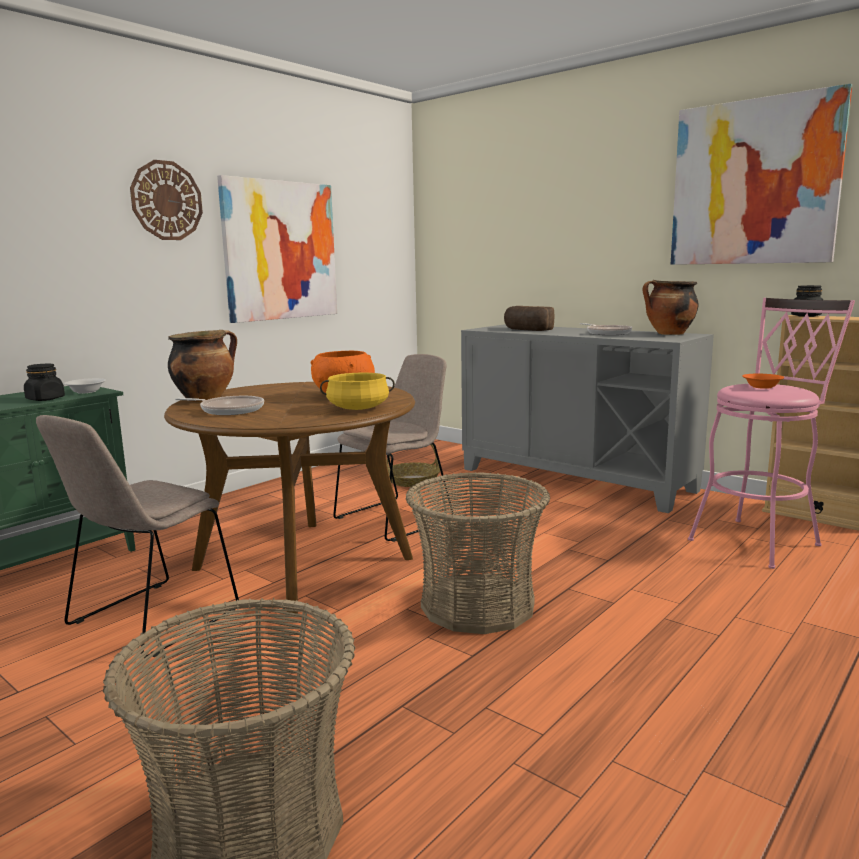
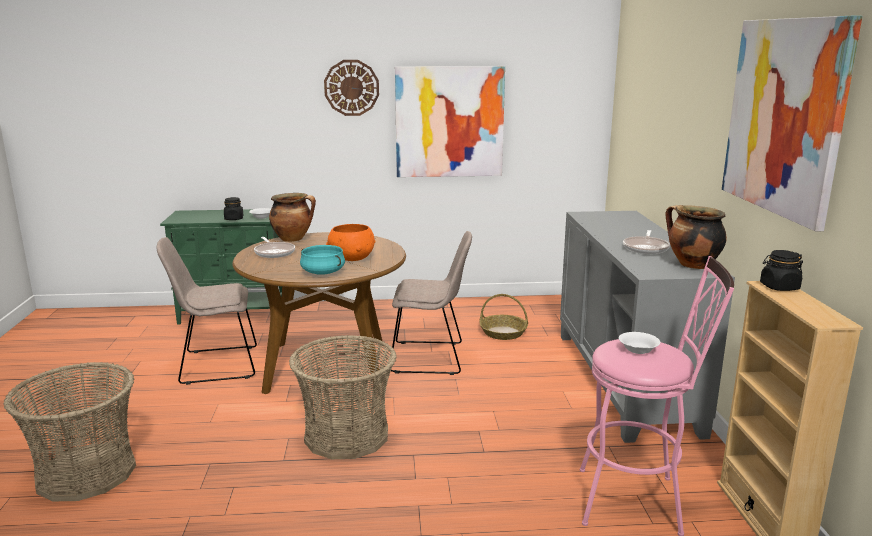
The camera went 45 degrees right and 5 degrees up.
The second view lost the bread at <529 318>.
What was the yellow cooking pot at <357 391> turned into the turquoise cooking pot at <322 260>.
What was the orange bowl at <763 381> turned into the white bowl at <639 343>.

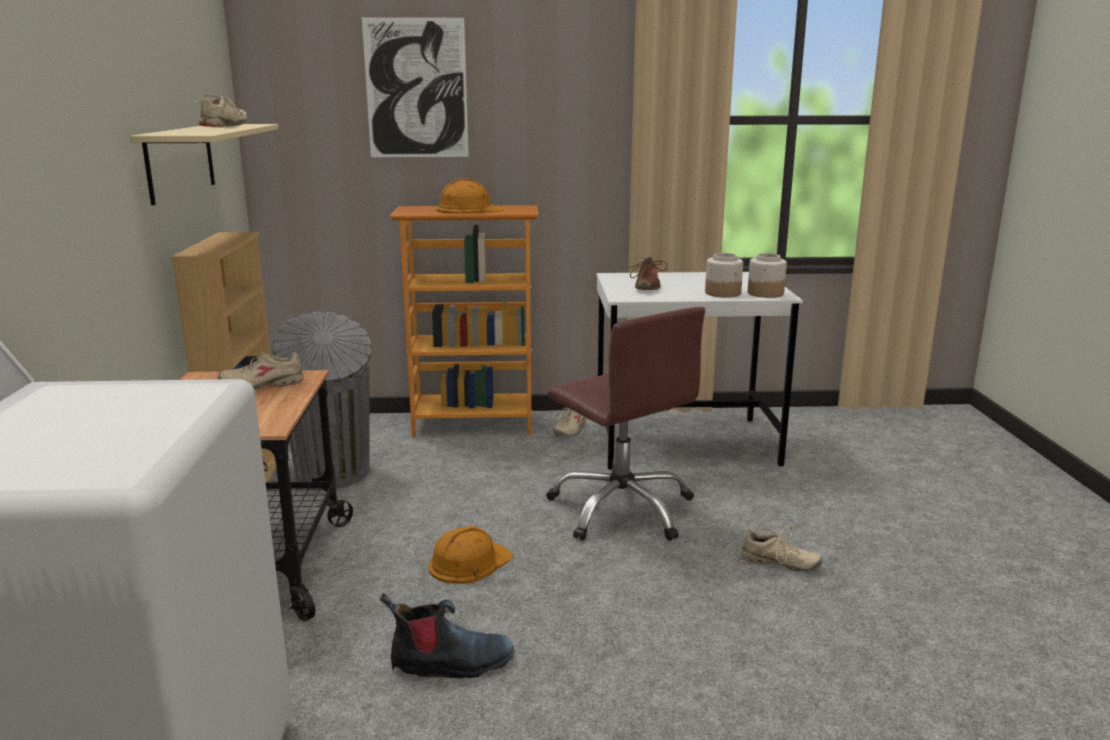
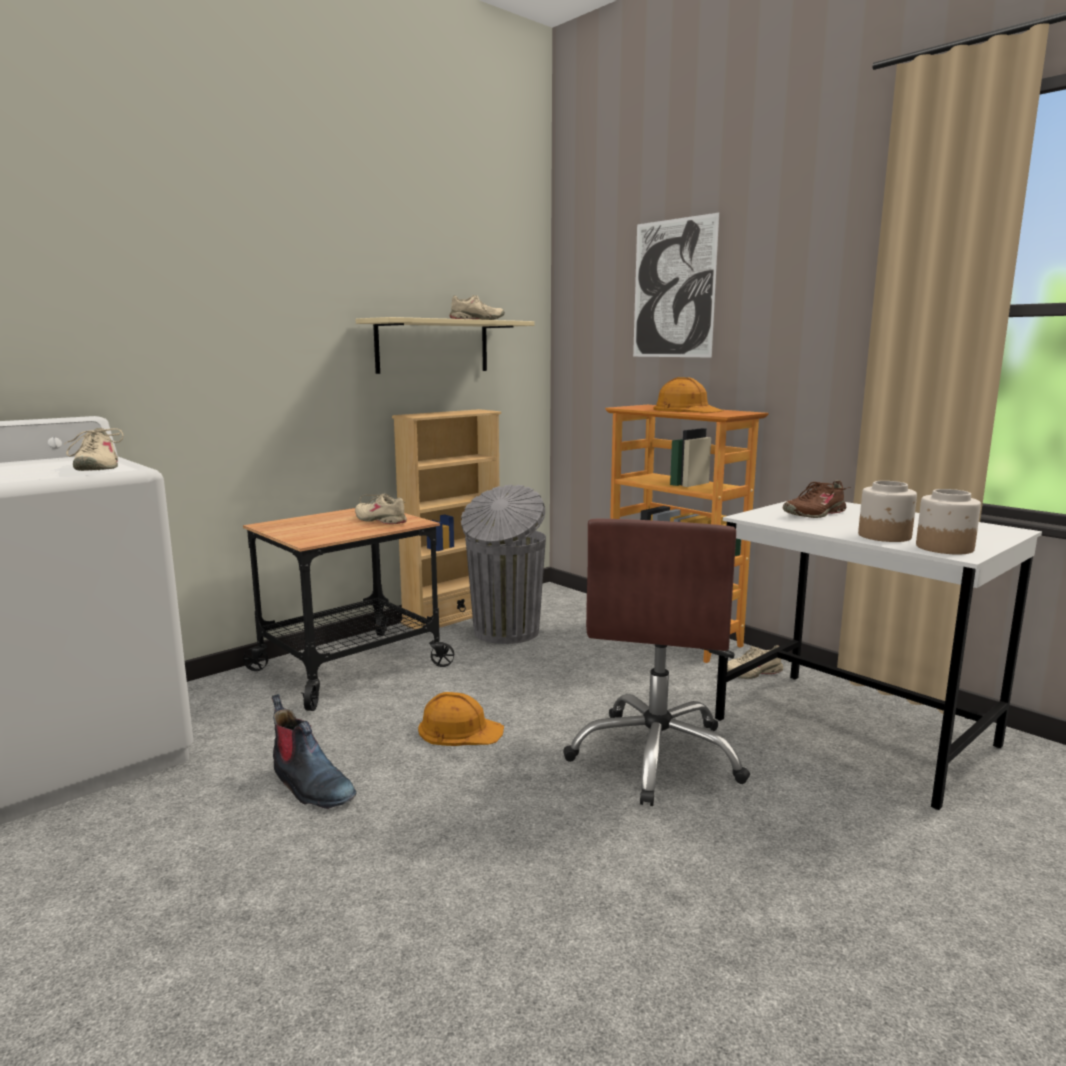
The camera went 50 degrees right and 5 degrees down.
The beige shoe ended up elsewhere, having gone from <781 548> to <94 449>.

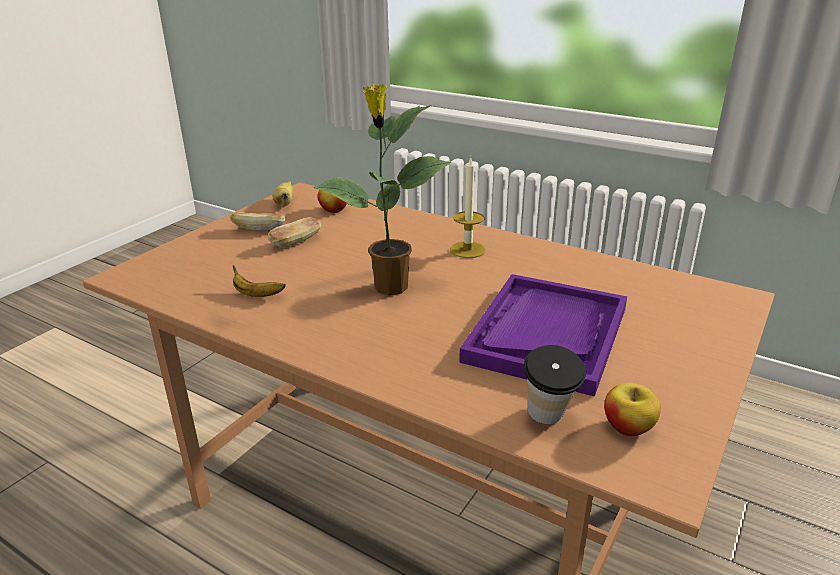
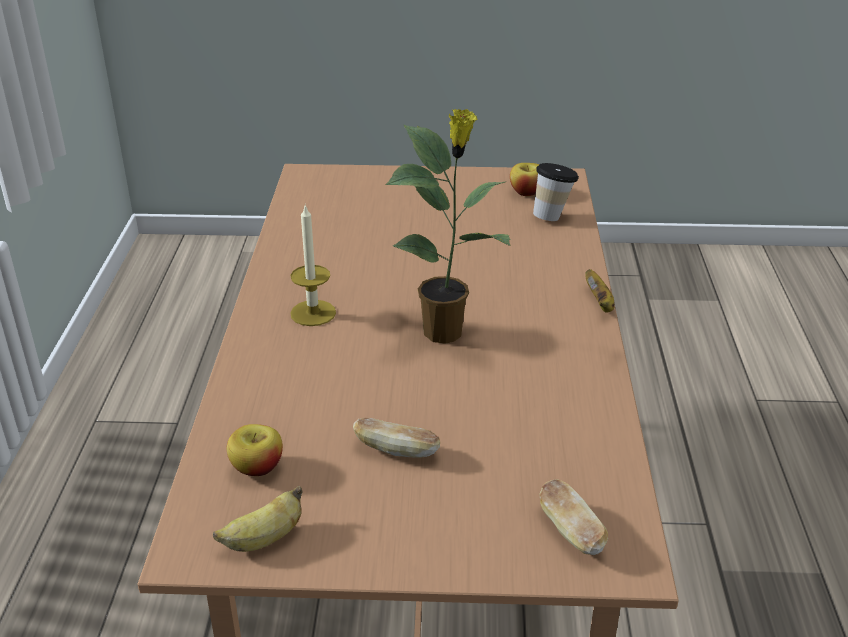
The camera went 120 degrees left and 5 degrees up.
The second view lost the purple tray at <543 335>.
The bread ended up elsewhere, having gone from <257 221> to <573 517>.
The banana ended up elsewhere, having gone from <259 281> to <600 291>.

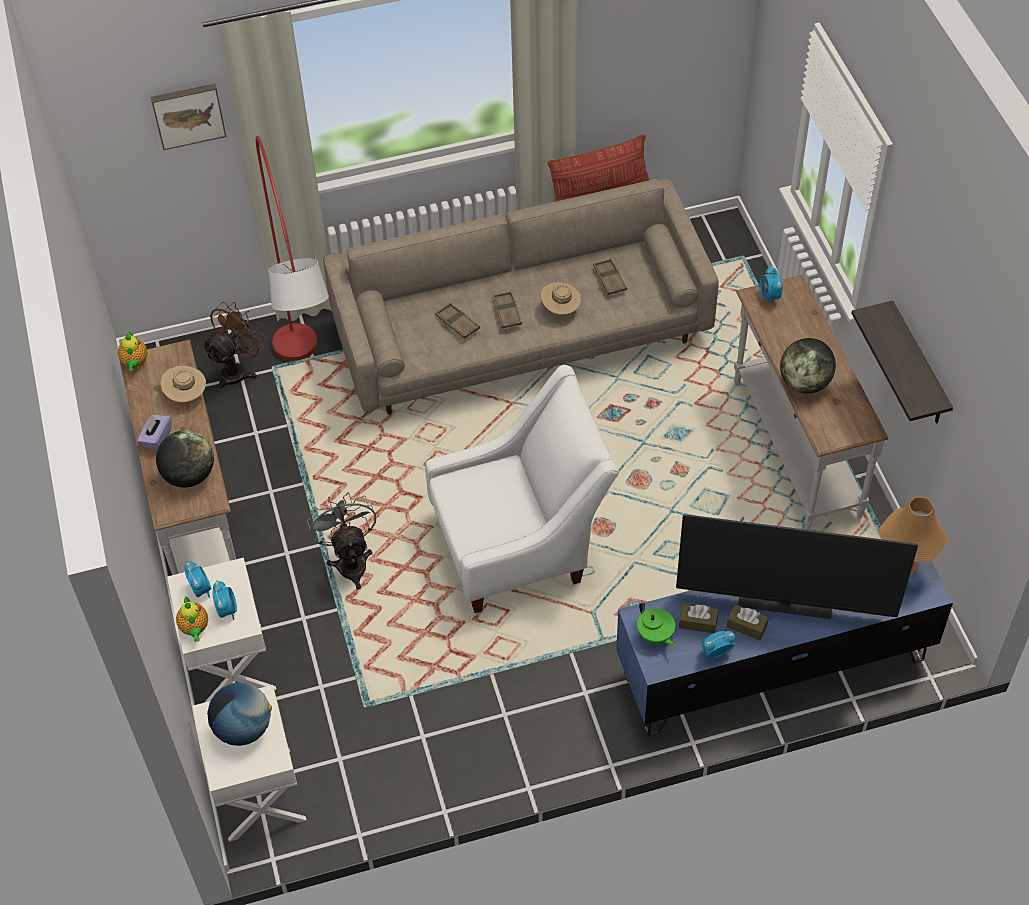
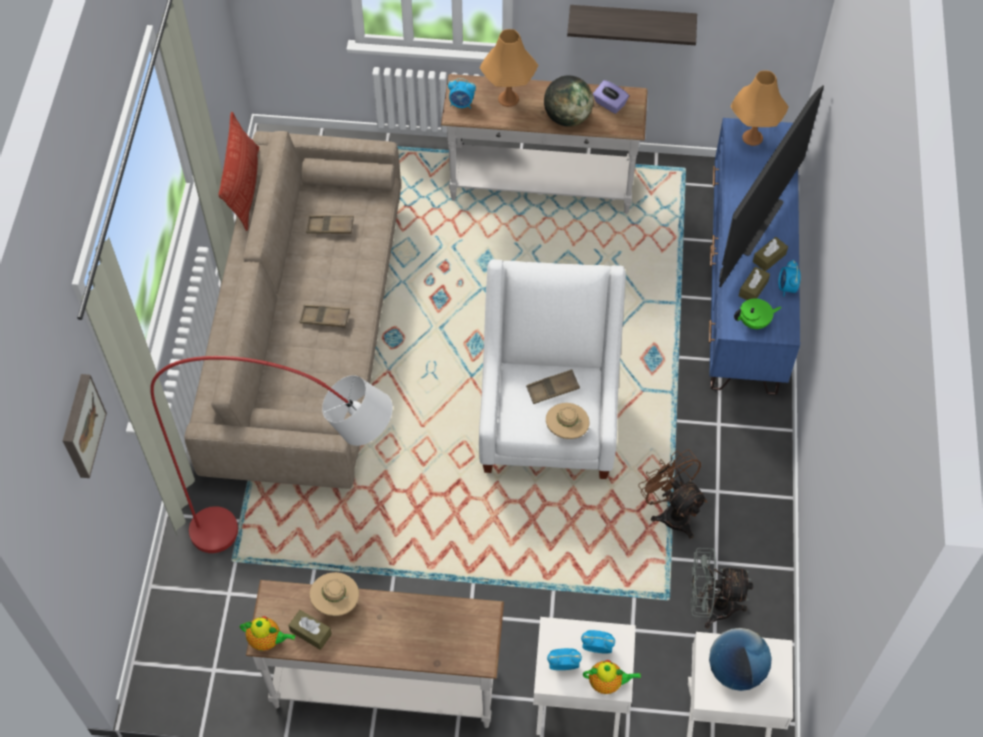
The camera went 70 degrees left and 5 degrees up.
The second view lost the globe at <185 458>.
The second view gained the brown tissue box at <310 630>.
The second view gained the orange table lamp at <509 68>.
The purple tissue box ended up elsewhere, having gone from <154 433> to <611 97>.
The brown fan ended up elsewhere, having gone from <234 347> to <672 494>.
The grey fan ended up elsewhere, having gone from <341 541> to <721 588>.
The brown tray ended up elsewhere, having gone from <457 321> to <553 386>.
The beige hat ended up elsewhere, having gone from <561 298> to <567 421>.

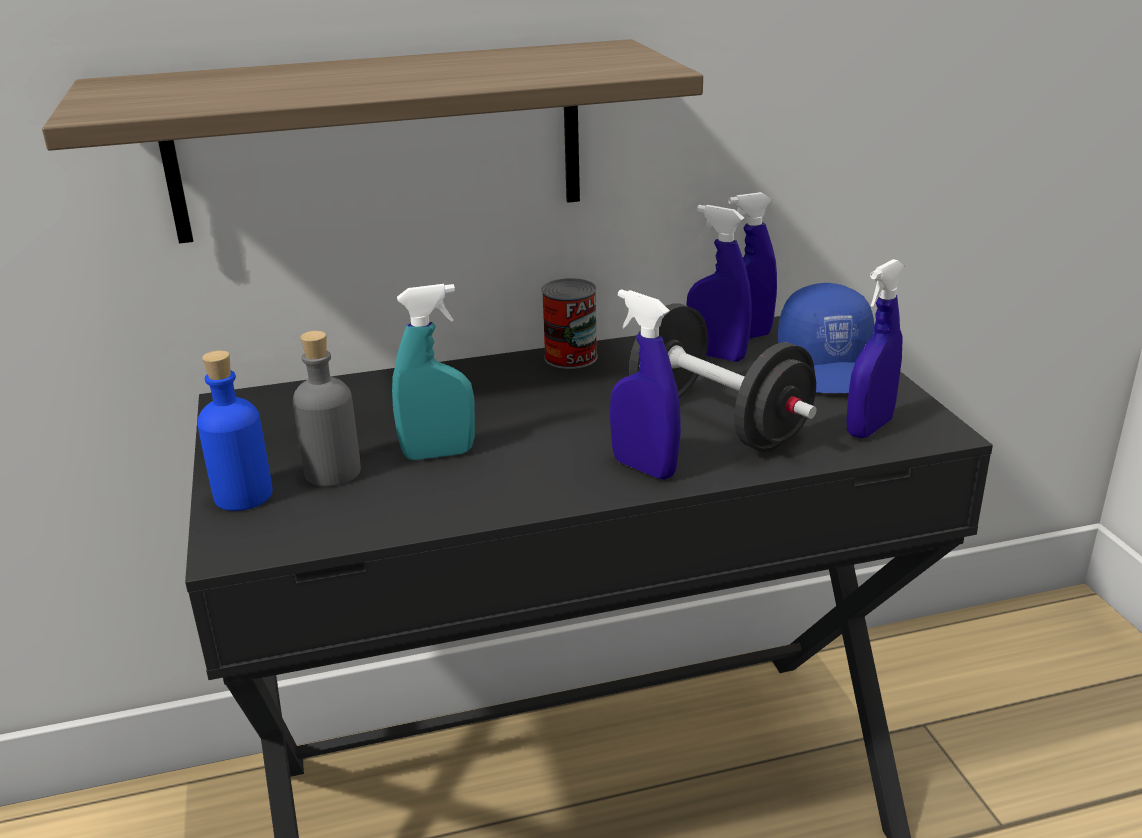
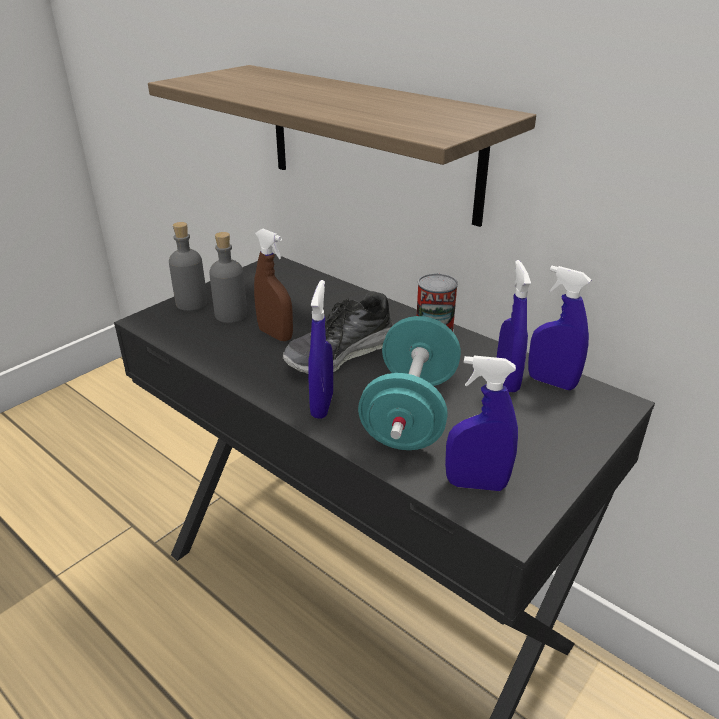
The camera went 55 degrees right and 5 degrees up.
The second view lost the blue cap at <825 338>.
The second view gained the shoe at <338 332>.
What was the blue bottle at <235 430> turned into the grey bottle at <188 266>.
What was the turquoise spray bottle at <433 372> turned into the brown spray bottle at <273 285>.
What was the black dumbbell at <723 377> turned into the turquoise dumbbell at <409 383>.

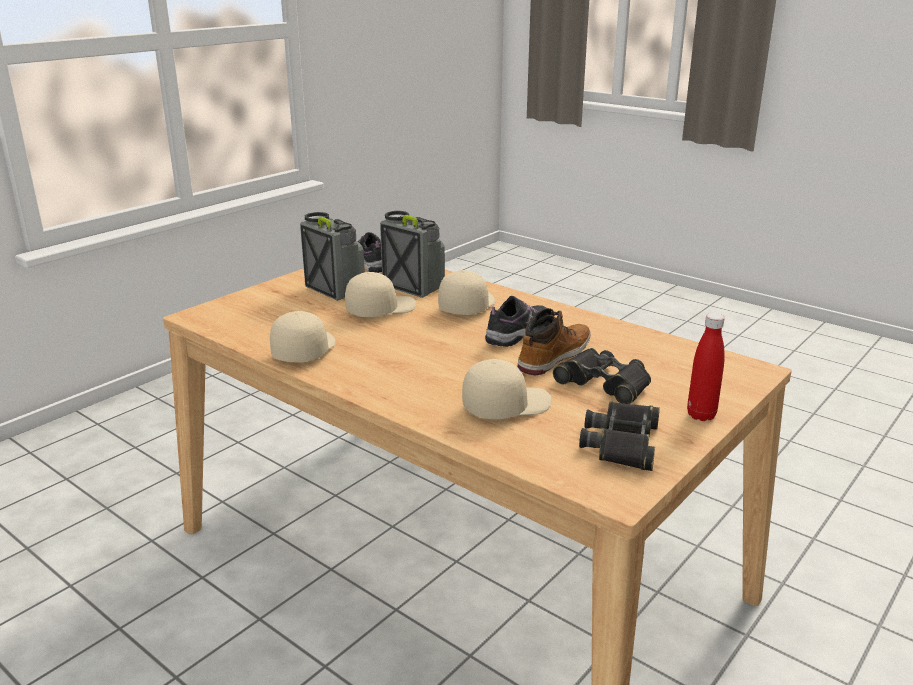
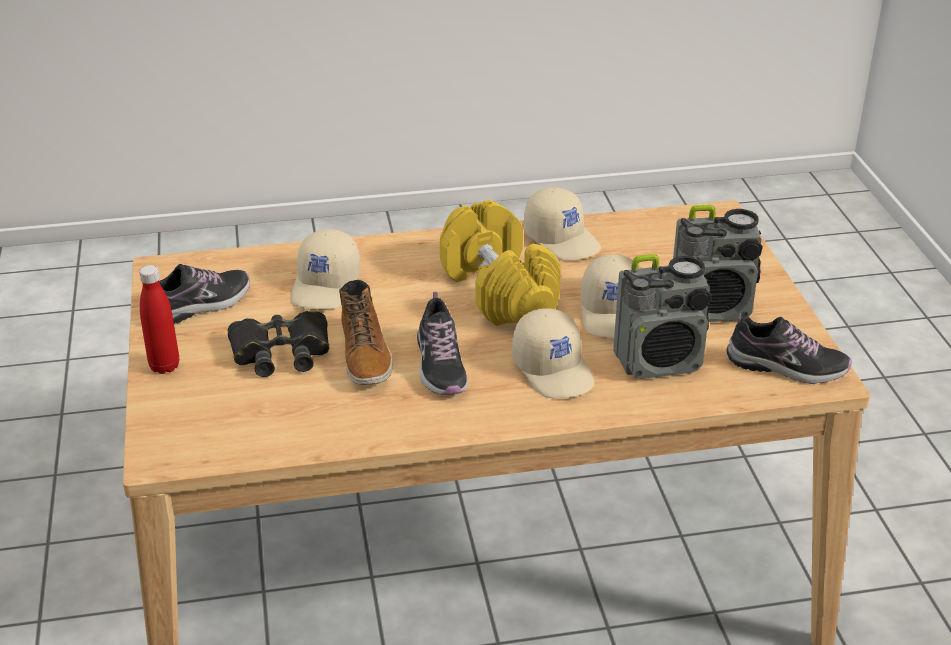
The camera went 130 degrees right and 10 degrees up.
The second view gained the yellow dumbbell at <500 263>.
Where the black binoculars stood at <619 436>, the shoe came to stand at <204 294>.

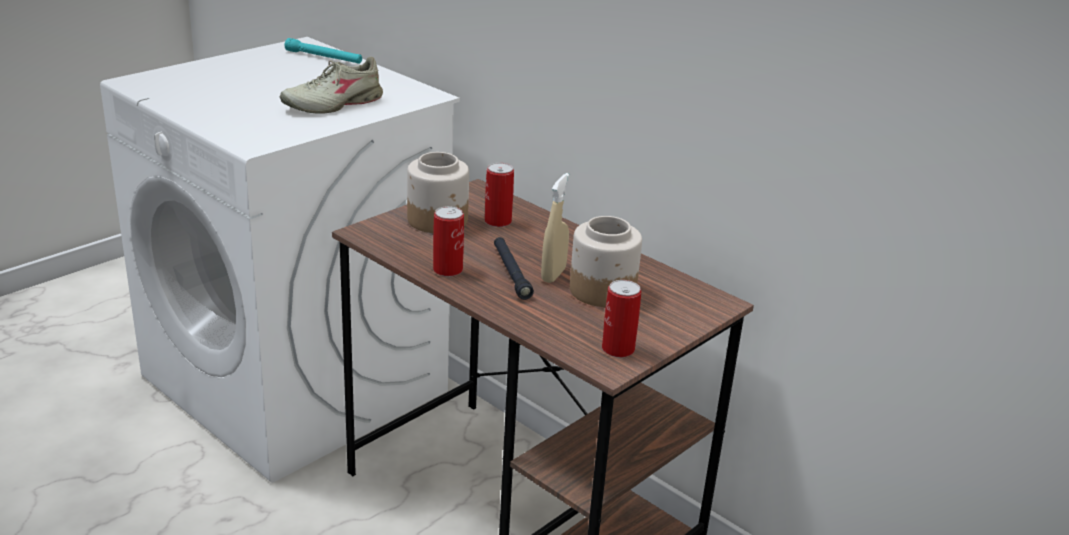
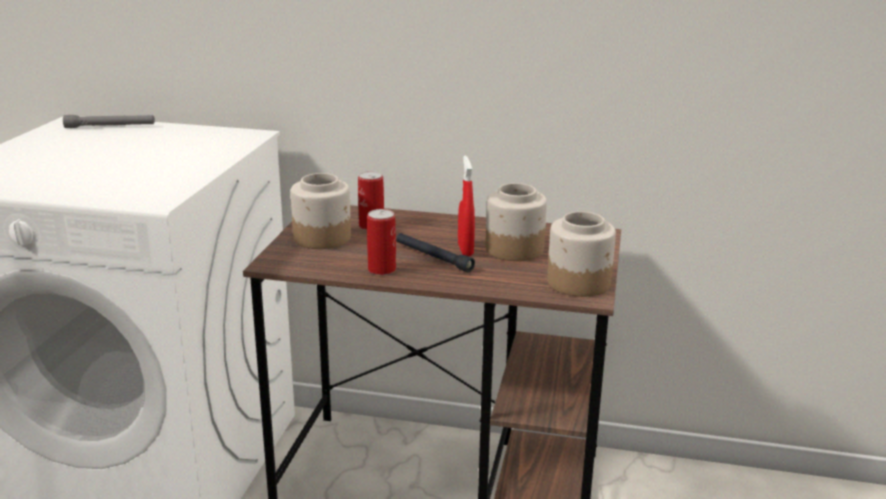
The camera went 30 degrees left and 5 degrees down.
The second view lost the beige shoe at <331 85>.
Where the can stood at <621 318>, the jar came to stand at <581 254>.
What was the turquoise flashlight at <323 51> turned into the grey flashlight at <109 121>.
What was the beige spray bottle at <555 228> turned into the red spray bottle at <466 206>.

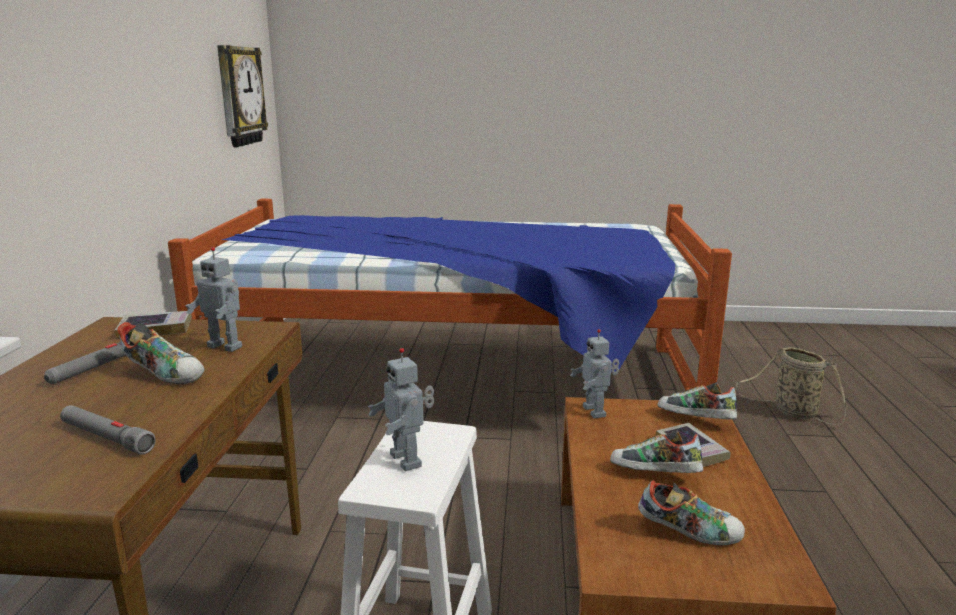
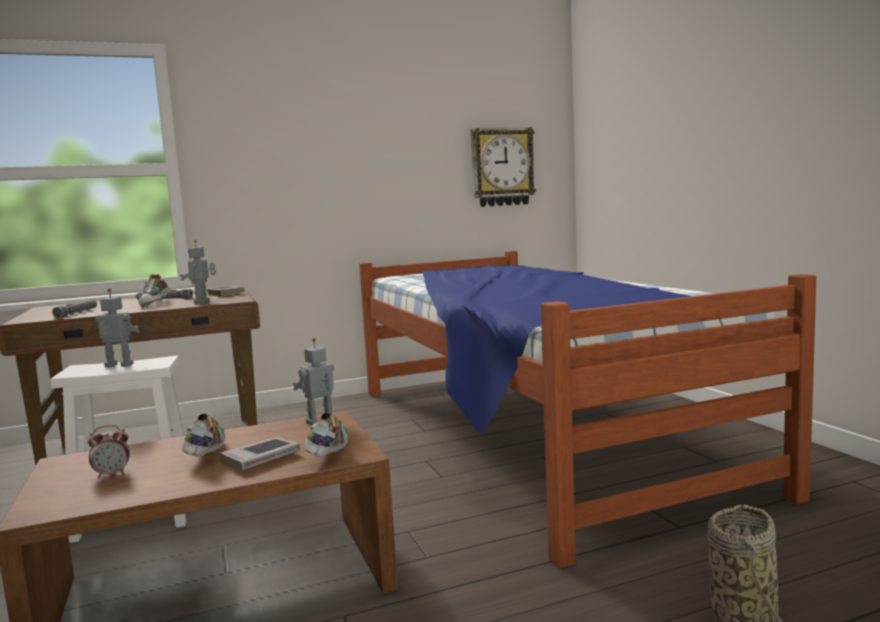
The camera went 65 degrees right and 10 degrees down.
Where the shoe stood at <691 513>, the alarm clock came to stand at <109 452>.
The toy robot at <401 409> ended up facing another way, 60 degrees clockwise from before.

